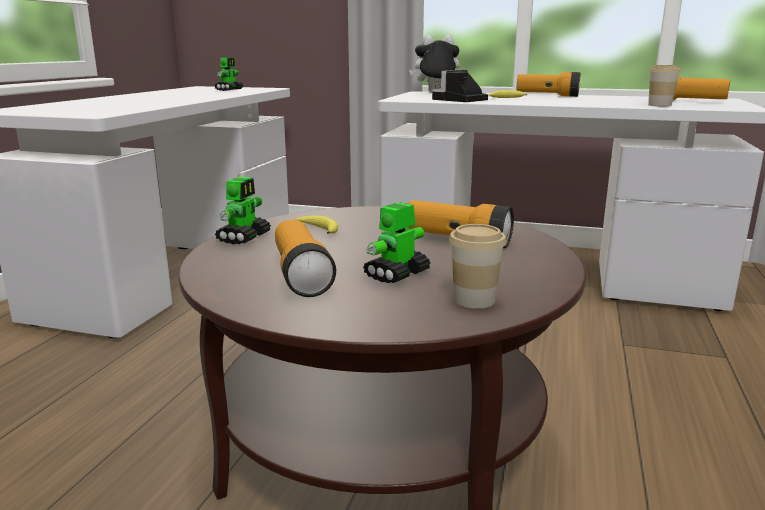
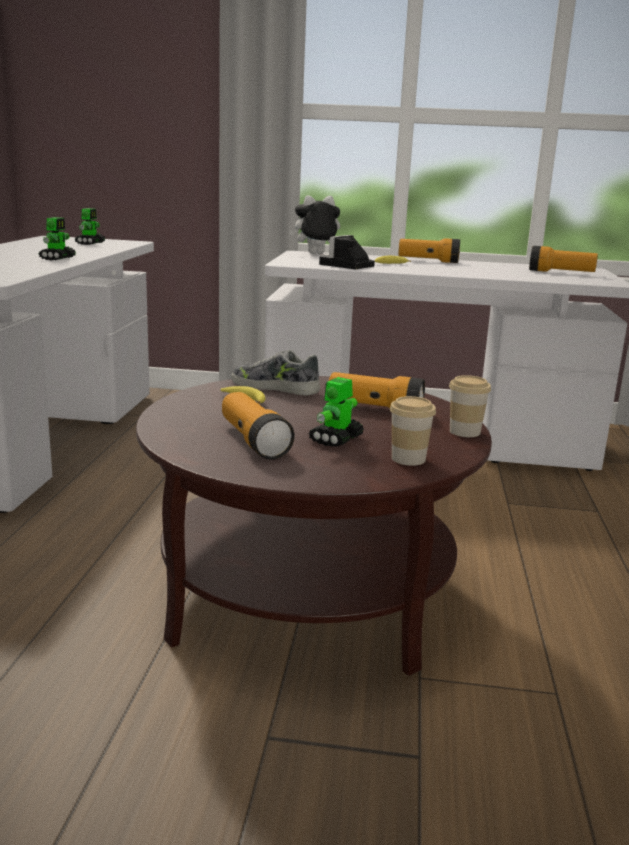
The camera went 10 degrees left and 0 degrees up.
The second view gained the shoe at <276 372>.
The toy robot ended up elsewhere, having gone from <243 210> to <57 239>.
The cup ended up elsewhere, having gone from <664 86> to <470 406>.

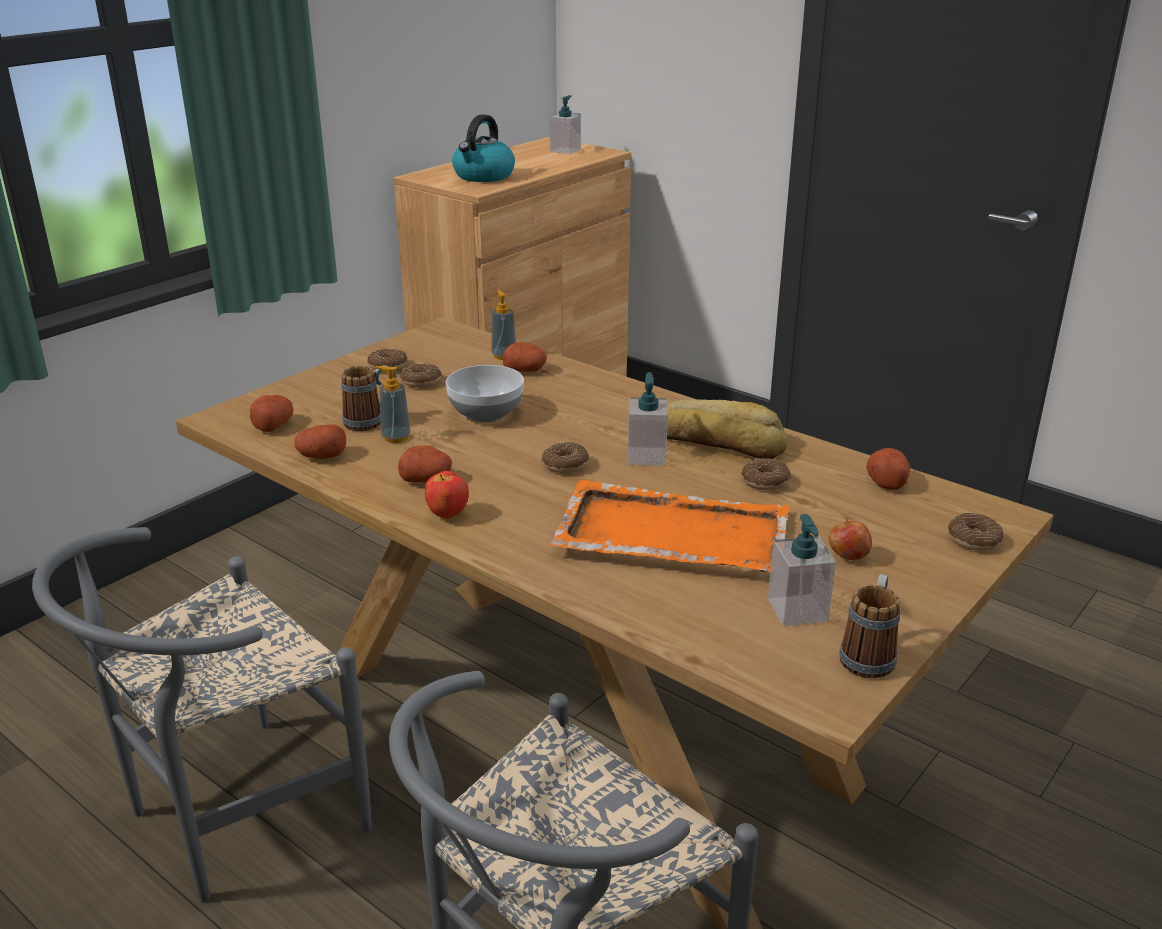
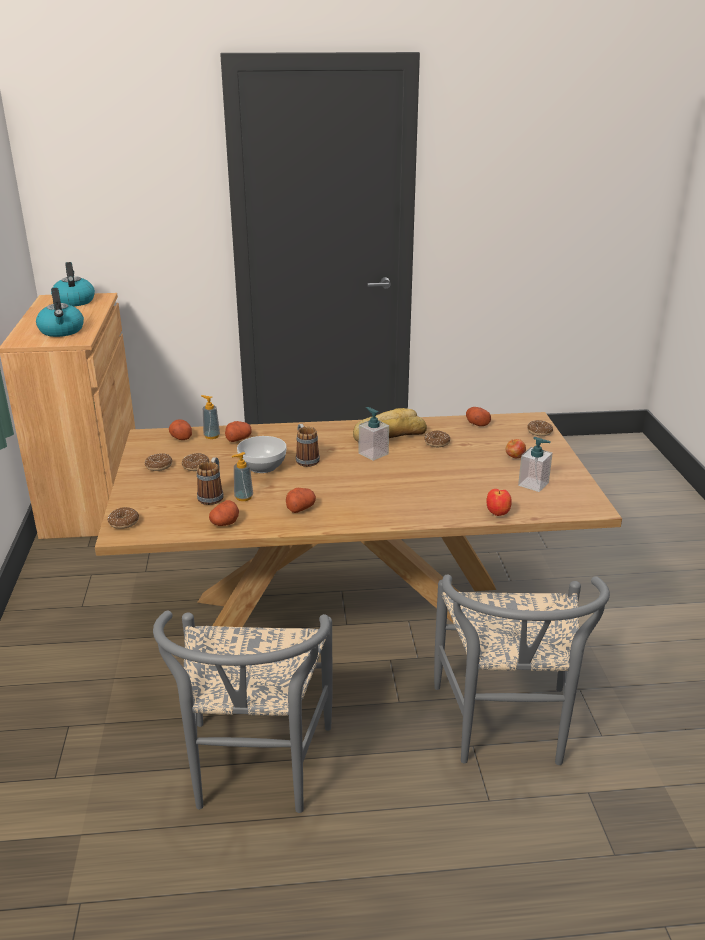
The camera went 45 degrees left and 0 degrees up.
The second view lost the orange tray at <669 526>.
The potato ended up elsewhere, having gone from <271 413> to <180 429>.
The apple ended up elsewhere, having gone from <447 495> to <499 502>.
The donut ended up elsewhere, having gone from <565 457> to <123 518>.
The mug ended up elsewhere, having gone from <869 626> to <308 445>.
Where the soap dispenser stood at <565 124>, the kettle came to stand at <73 284>.

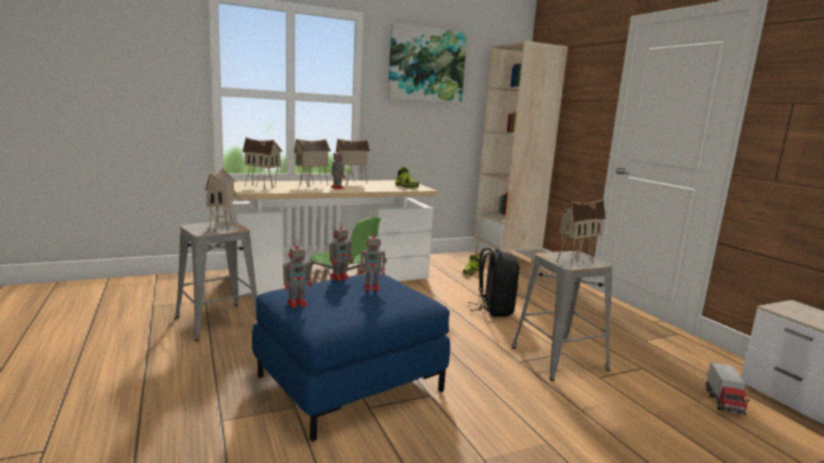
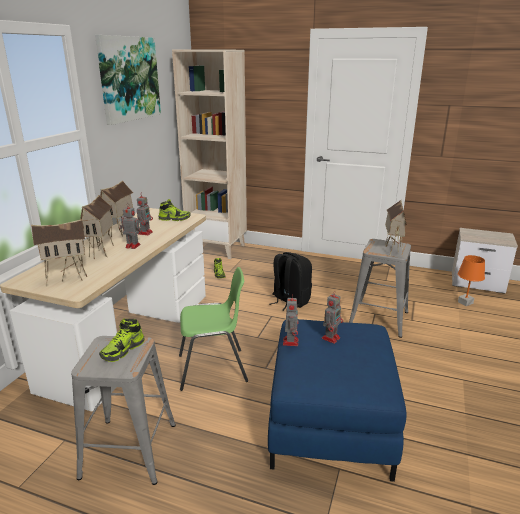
The camera went 45 degrees left and 10 degrees up.
The toy robot ended up elsewhere, having gone from <297 274> to <145 213>.
Where the toy house stood at <220 199>, the shoe came to stand at <122 340>.
Where the toy truck stood at <727 388>, the orange table lamp came to stand at <471 280>.

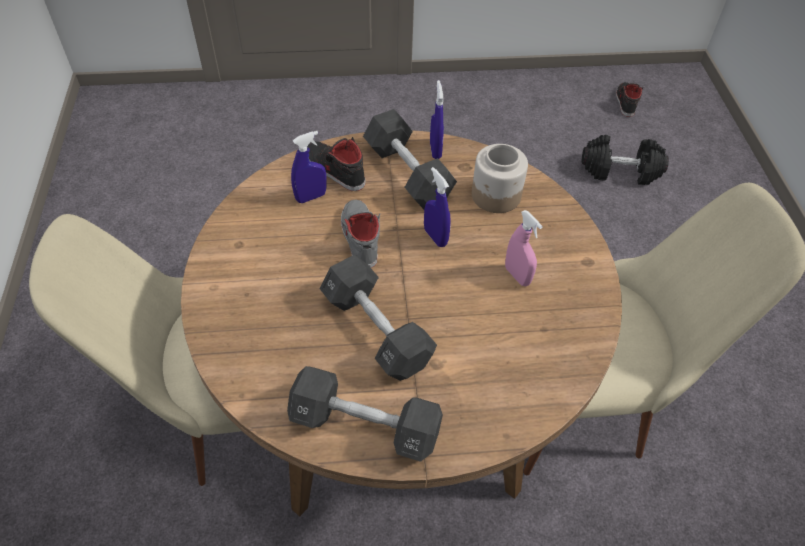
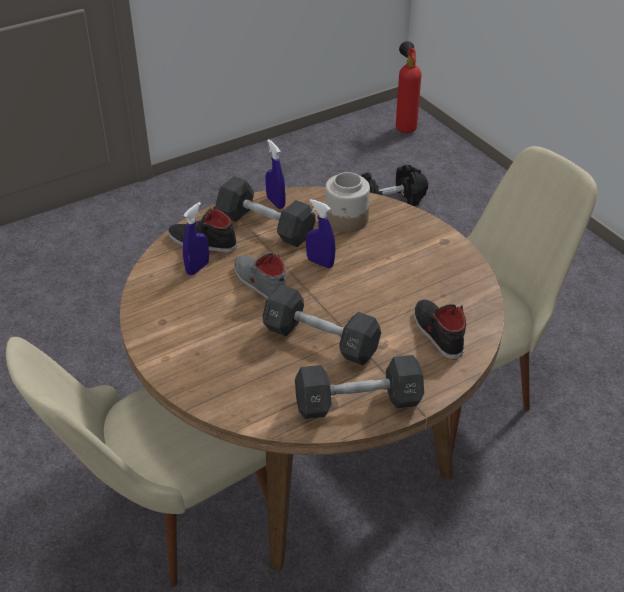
The camera went 25 degrees left and 10 degrees down.
The second view lost the pink spray bottle at <524 248>.
The second view gained the fire extinguisher at <408 87>.
The black shoe ended up elsewhere, having gone from <629 99> to <440 330>.

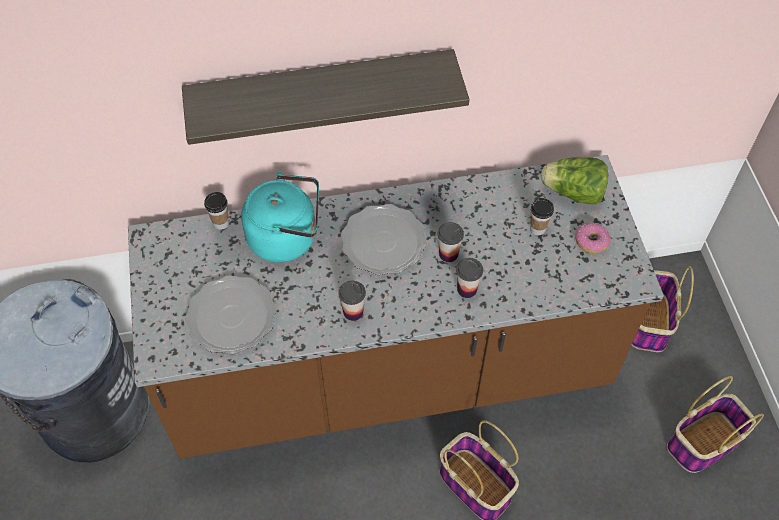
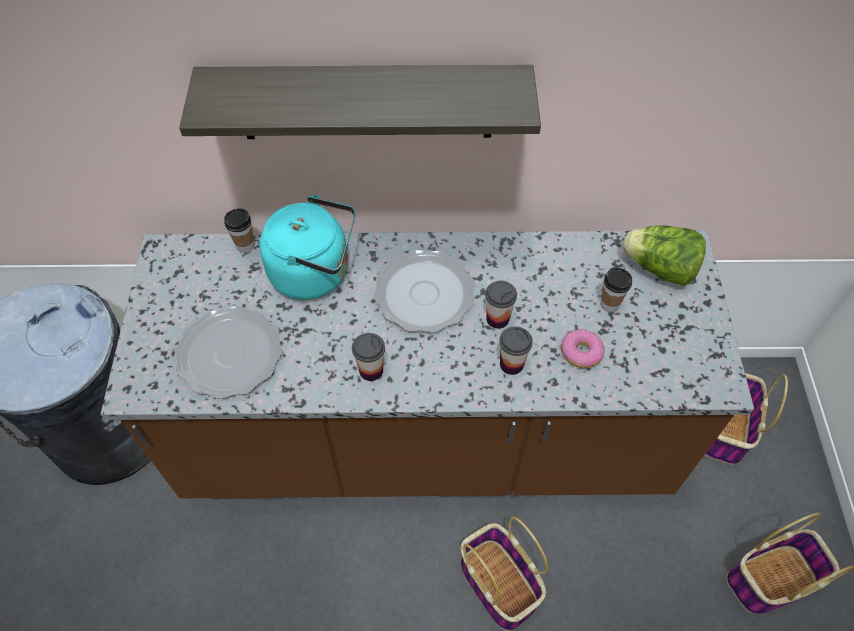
The camera went 10 degrees right and 0 degrees up.
The donut ended up elsewhere, having gone from <592 238> to <582 348>.

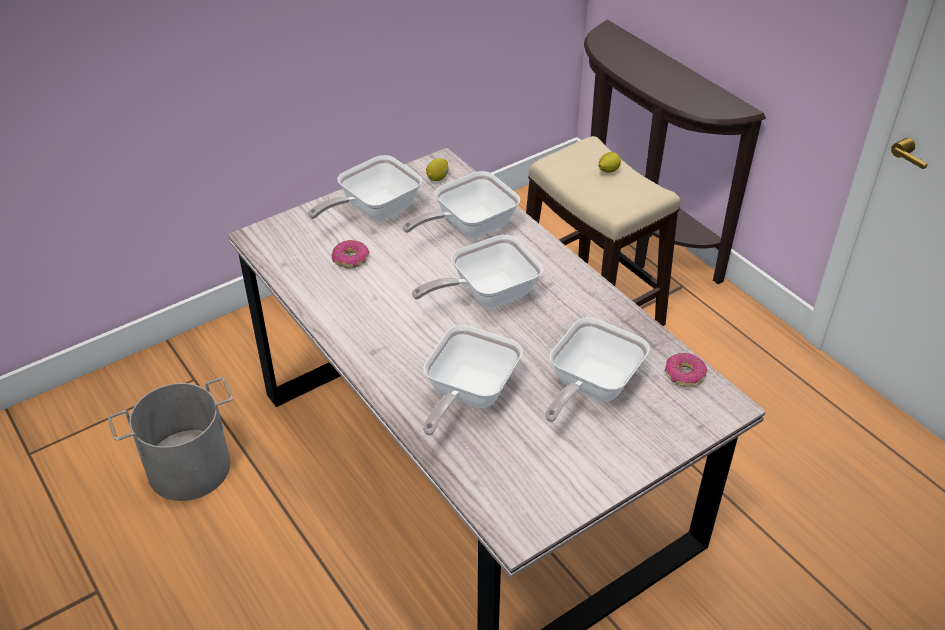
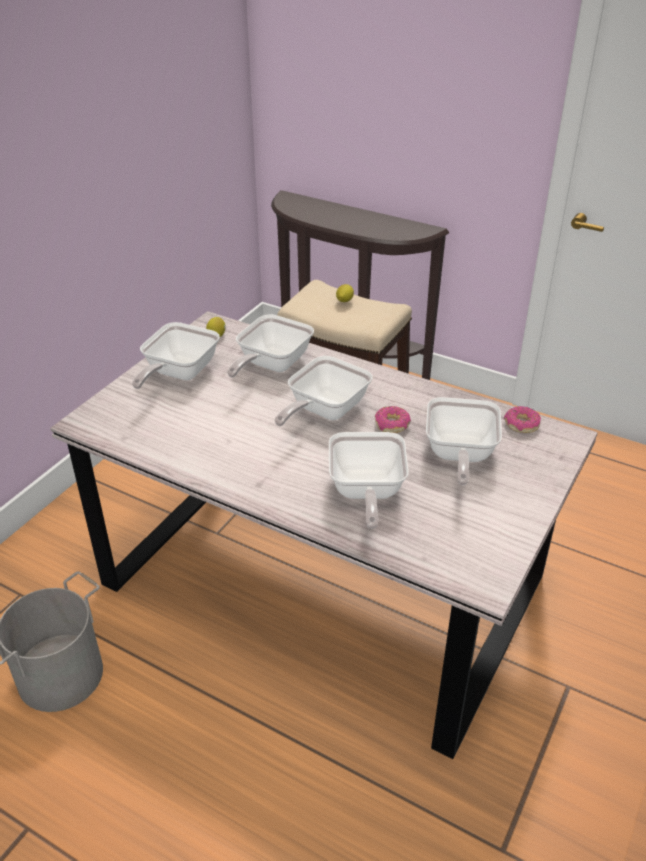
The camera went 25 degrees left and 5 degrees down.
The donut ended up elsewhere, having gone from <350 254> to <393 419>.

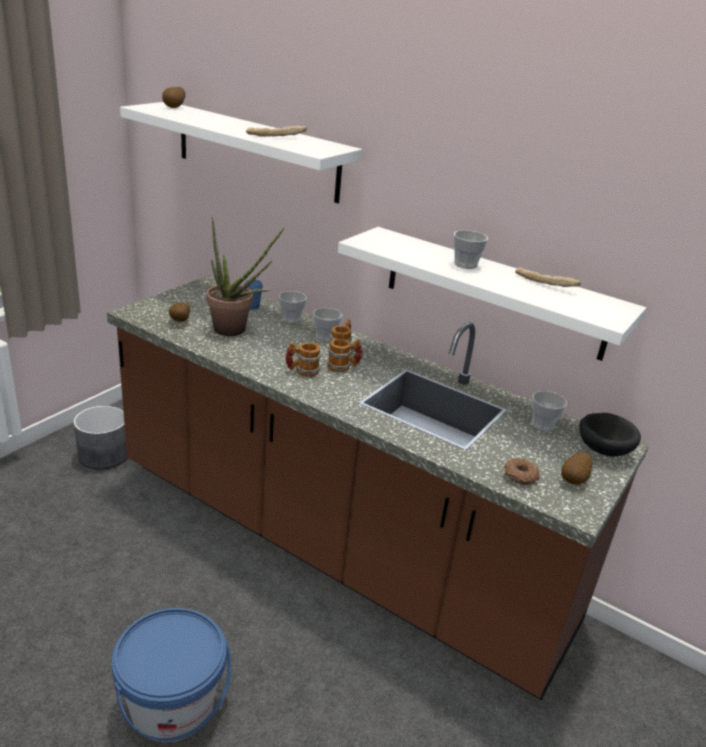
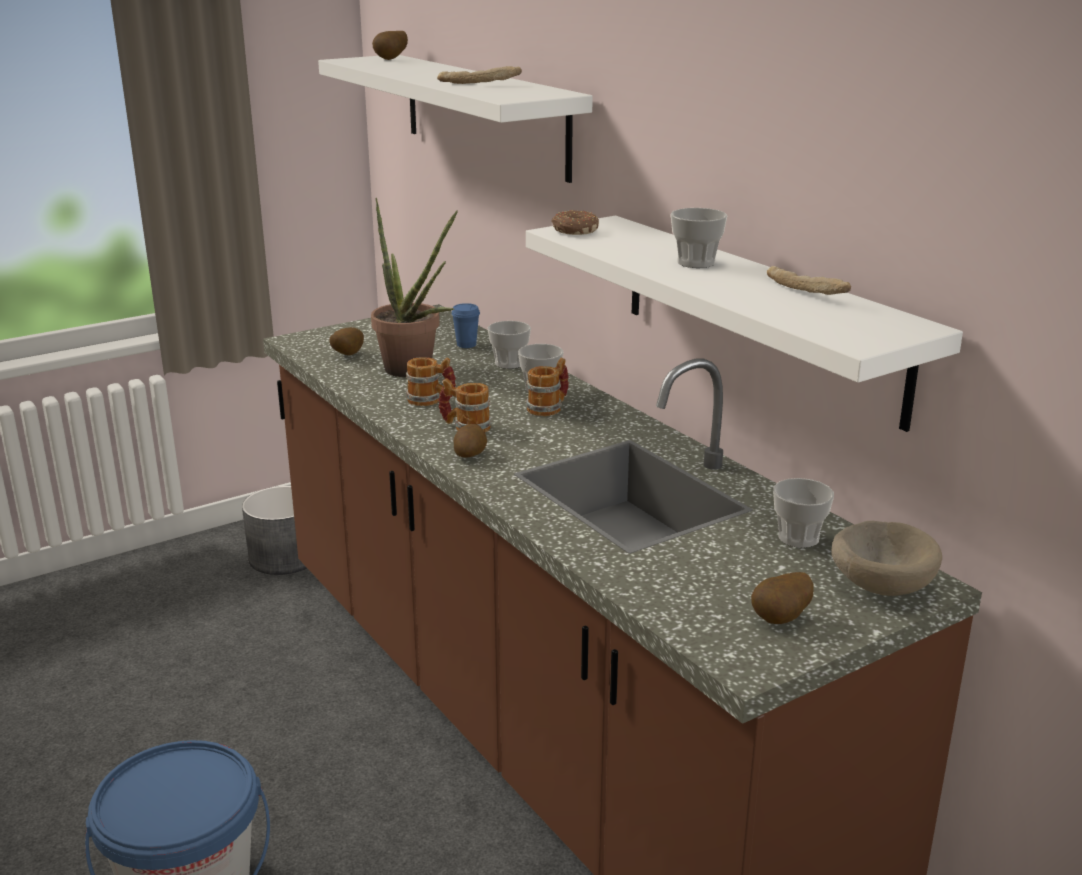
The camera went 25 degrees right and 5 degrees down.
The second view gained the potato at <470 441>.
The mug ended up elsewhere, having gone from <344 355> to <431 381>.
The donut ended up elsewhere, having gone from <521 471> to <575 222>.
What was the black bowl at <610 435> turned into the beige bowl at <886 558>.

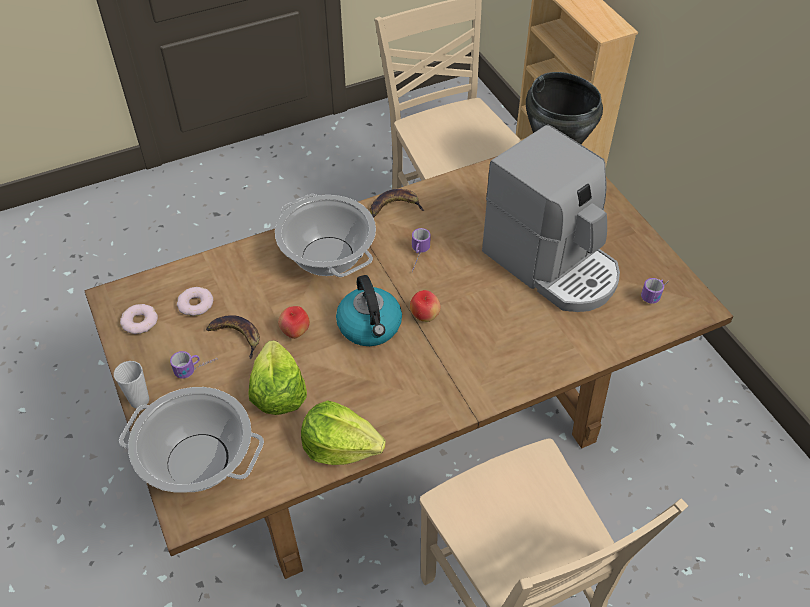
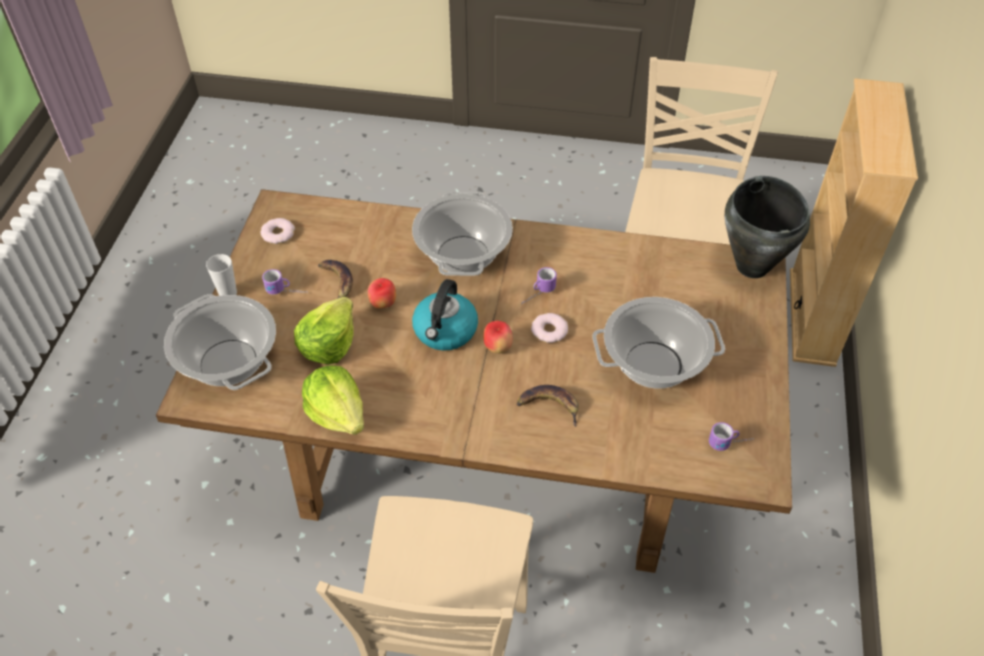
The camera went 35 degrees right and 0 degrees up.
The donut ended up elsewhere, having gone from <195 301> to <549 328>.
The banana ended up elsewhere, having gone from <397 203> to <547 406>.
Where the coffee machine stood at <551 218>, the cooking pot came to stand at <658 343>.

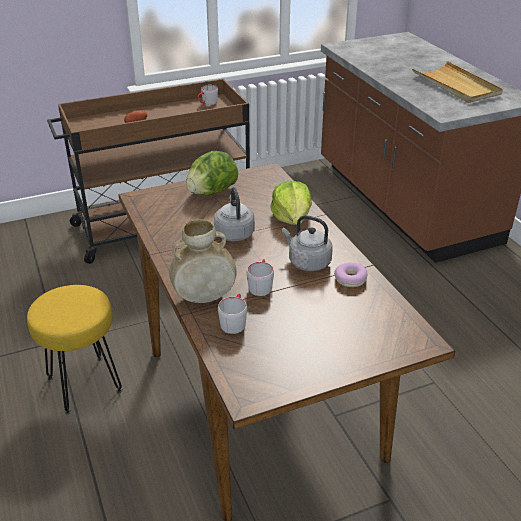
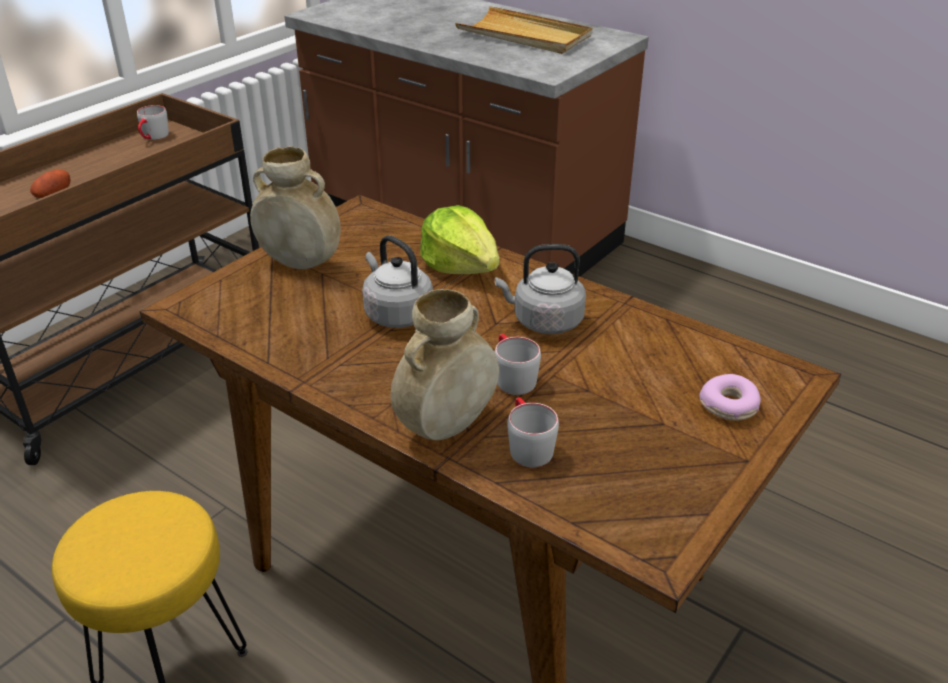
The camera went 30 degrees left and 0 degrees up.
The donut ended up elsewhere, having gone from <350 274> to <730 397>.
Where the lettuce stood at <212 173>, the beige vase came to stand at <295 207>.

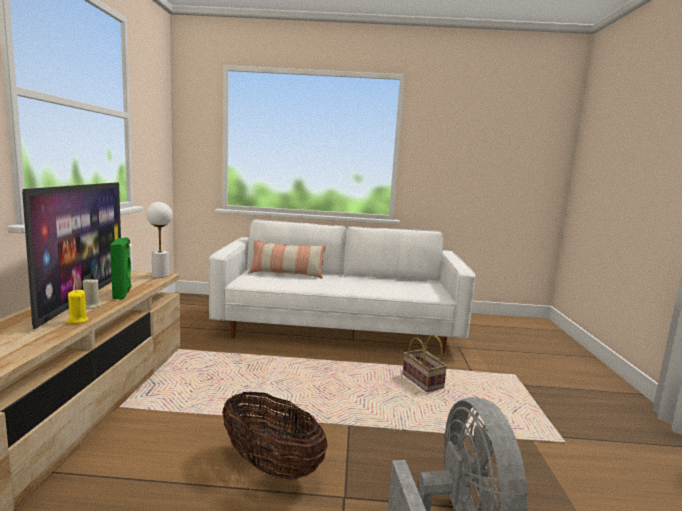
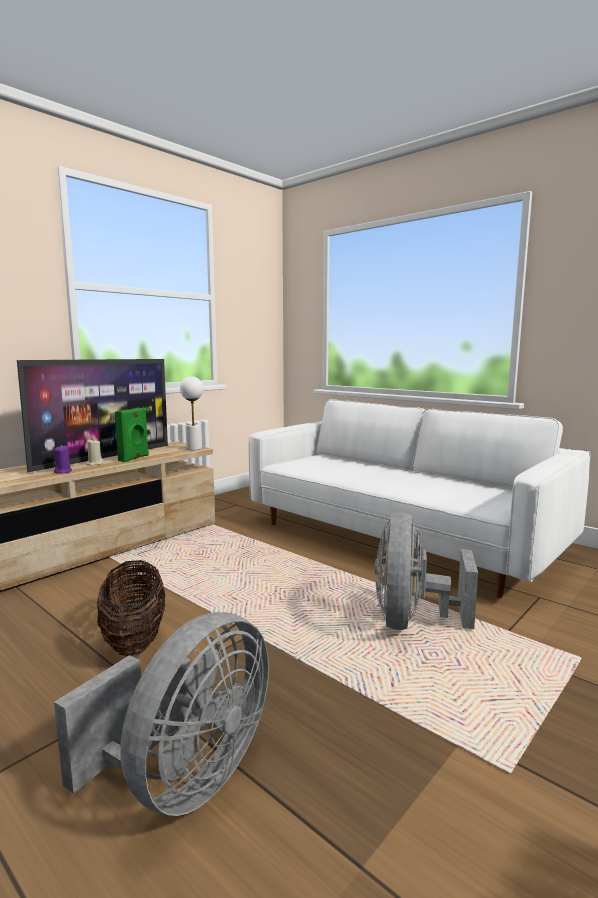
The camera went 40 degrees right and 0 degrees up.
The second view lost the pillow at <287 259>.
Where the basket stood at <425 363>, the grey fan came to stand at <426 571>.
What was the yellow candle at <78 307> turned into the purple candle at <63 460>.

